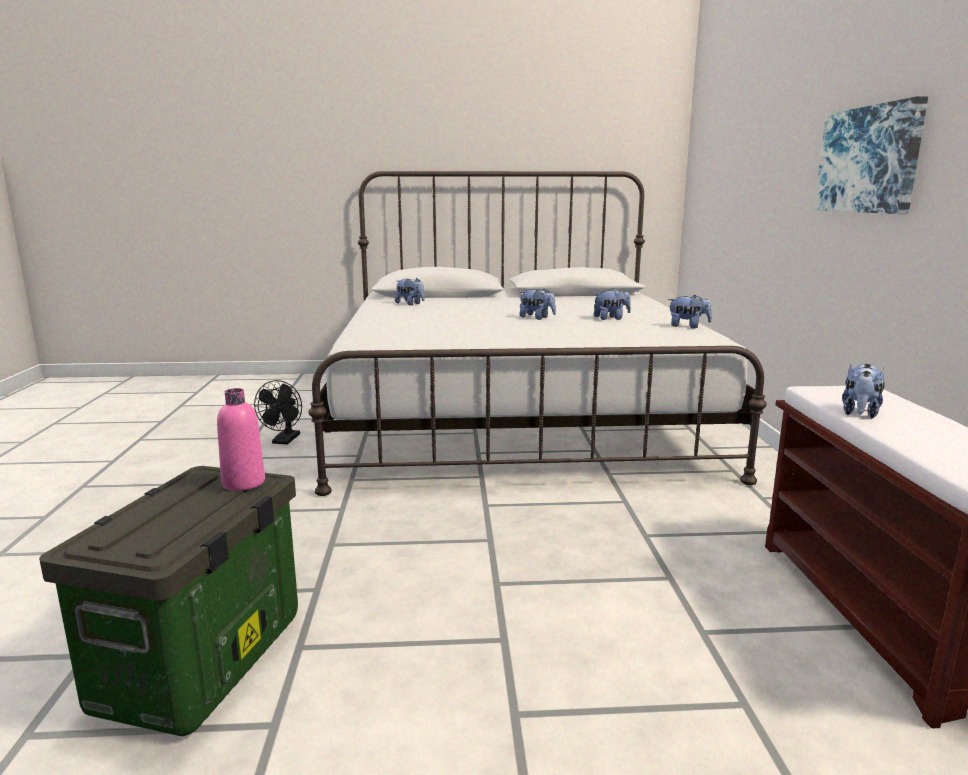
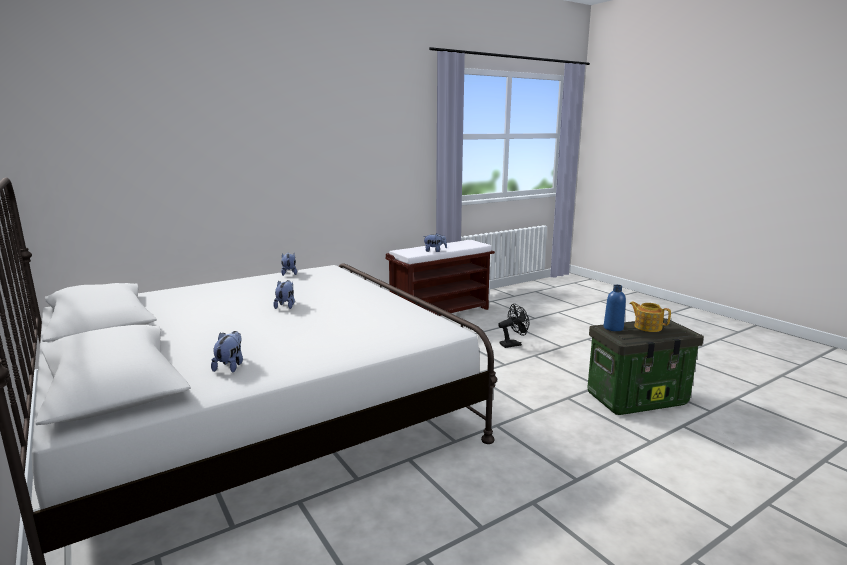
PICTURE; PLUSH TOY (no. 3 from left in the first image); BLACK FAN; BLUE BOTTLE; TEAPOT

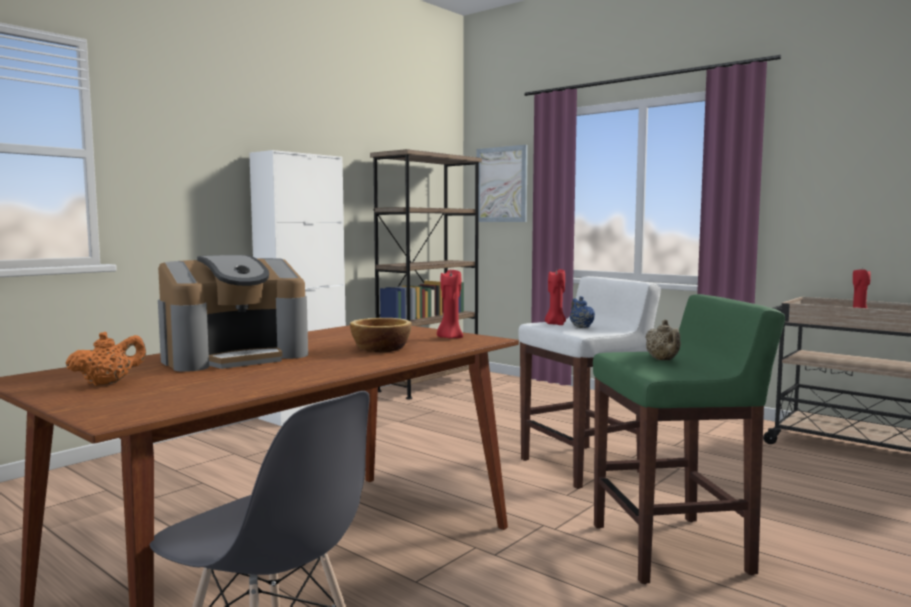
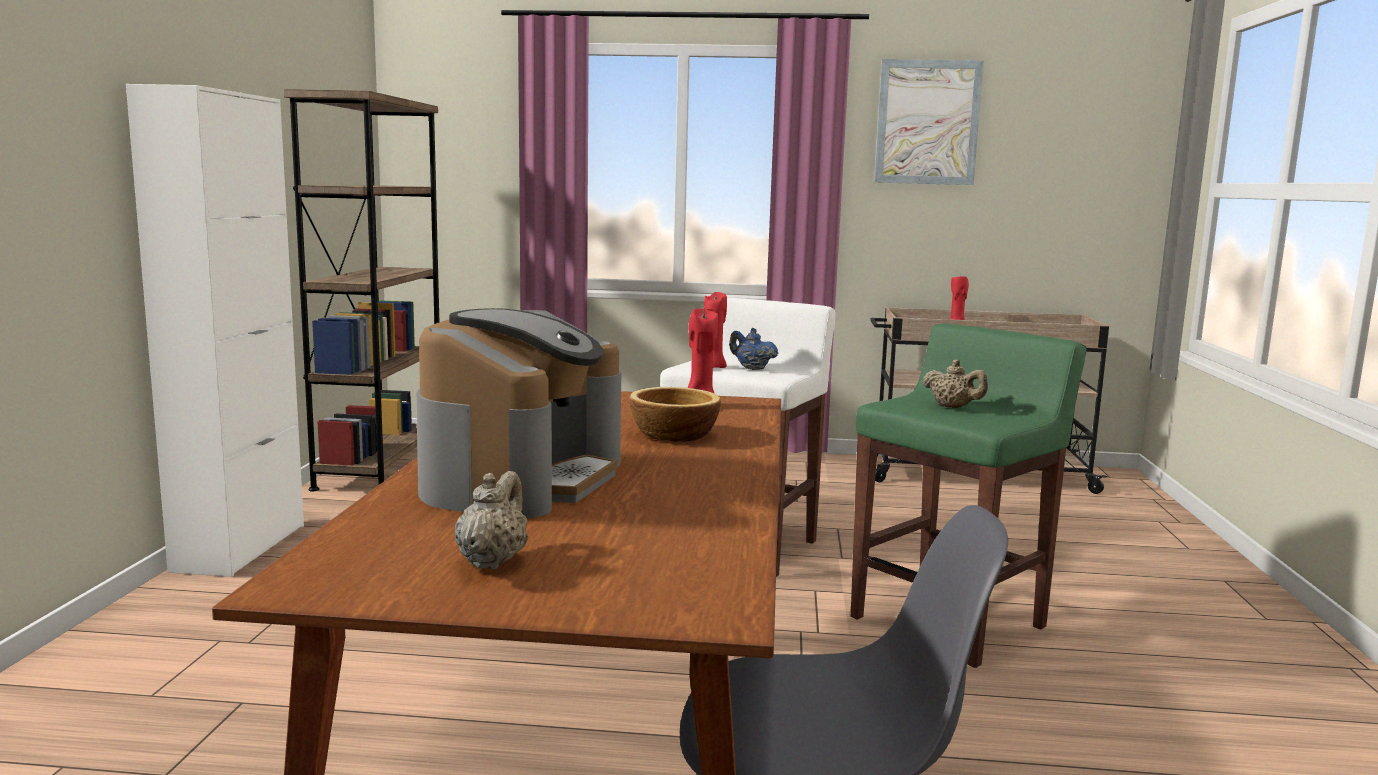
PICTURE; BEIGE TEAPOT (no. 1 from left)

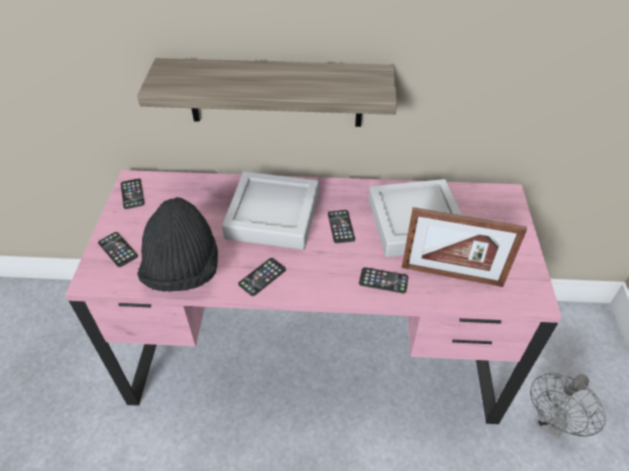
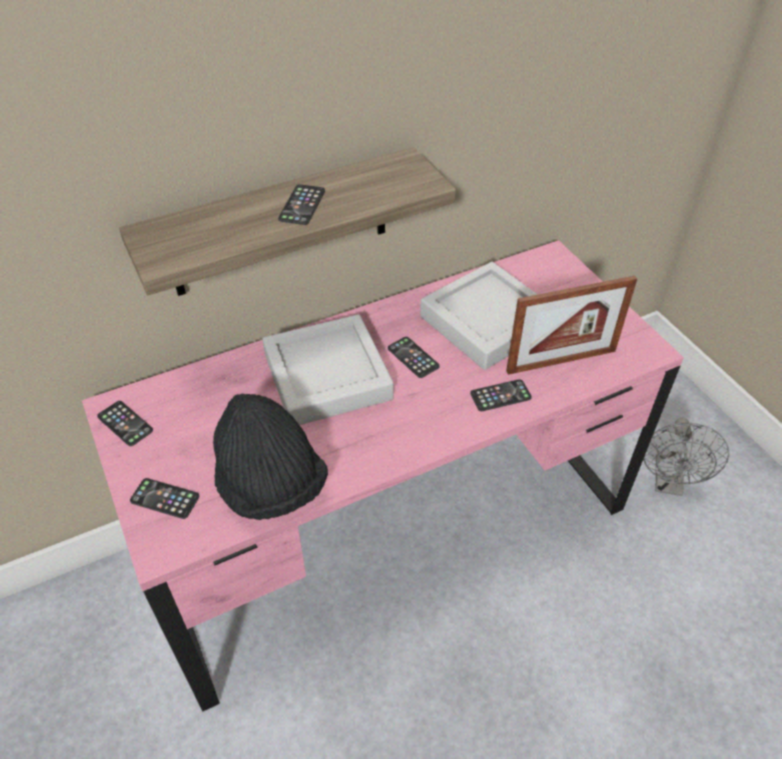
PHONE (no. 3 from left)

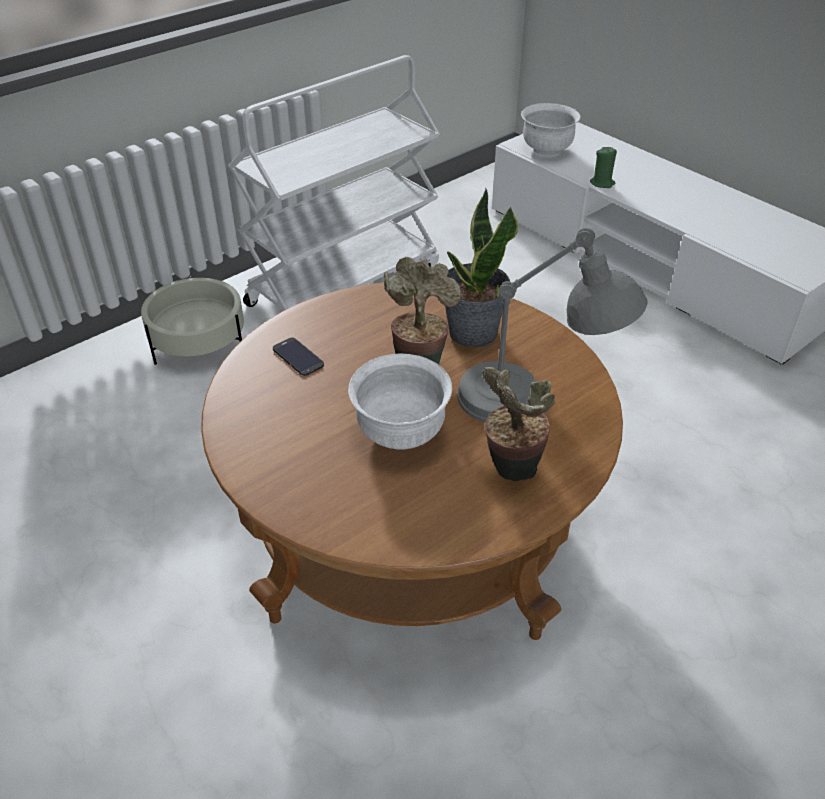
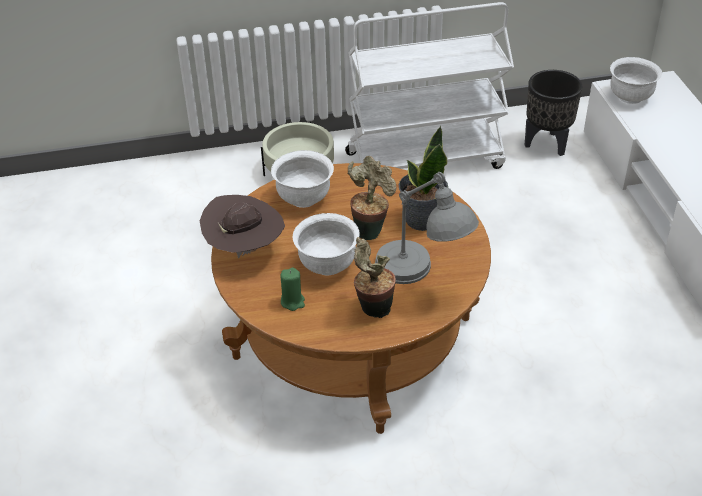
GREEN CANDLE; WHITE BOWL (no. 1 from left); BLACK PLANTER; BROWN HAT

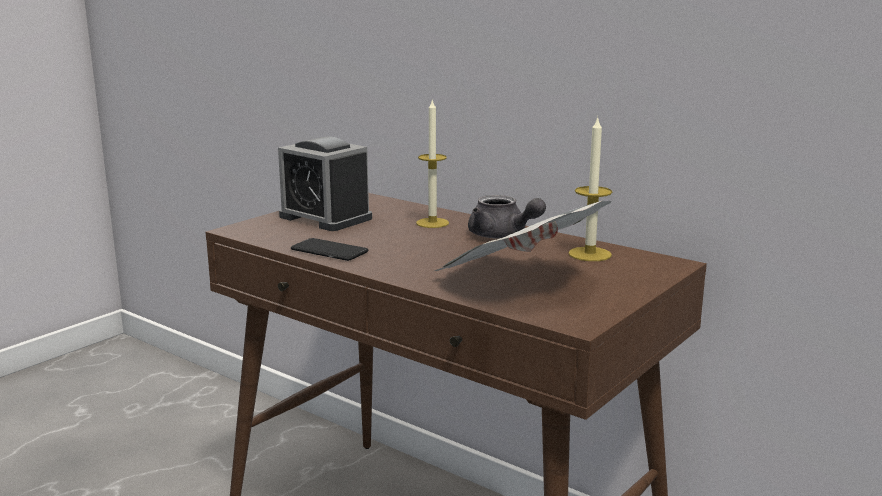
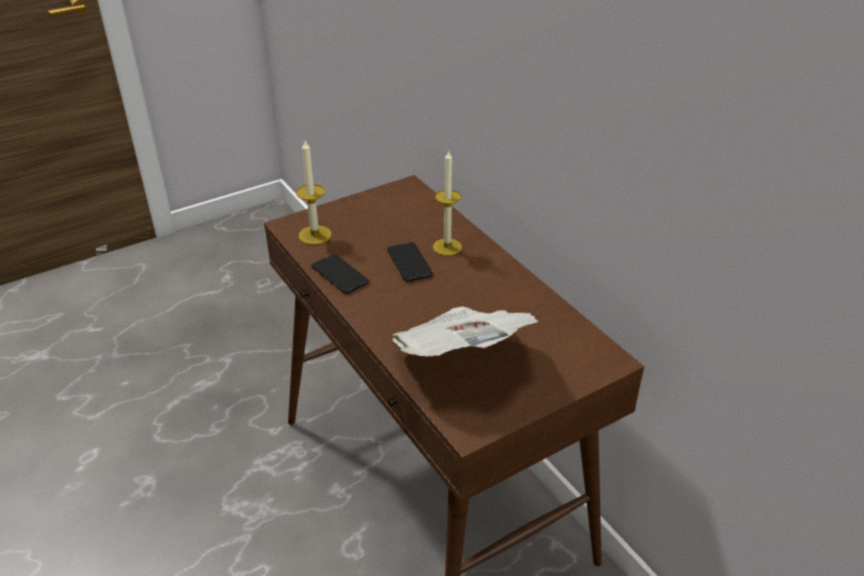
CANDLE (no. 1 from left); ALARM CLOCK; GREY TEAPOT; PHONE (no. 2 from left)

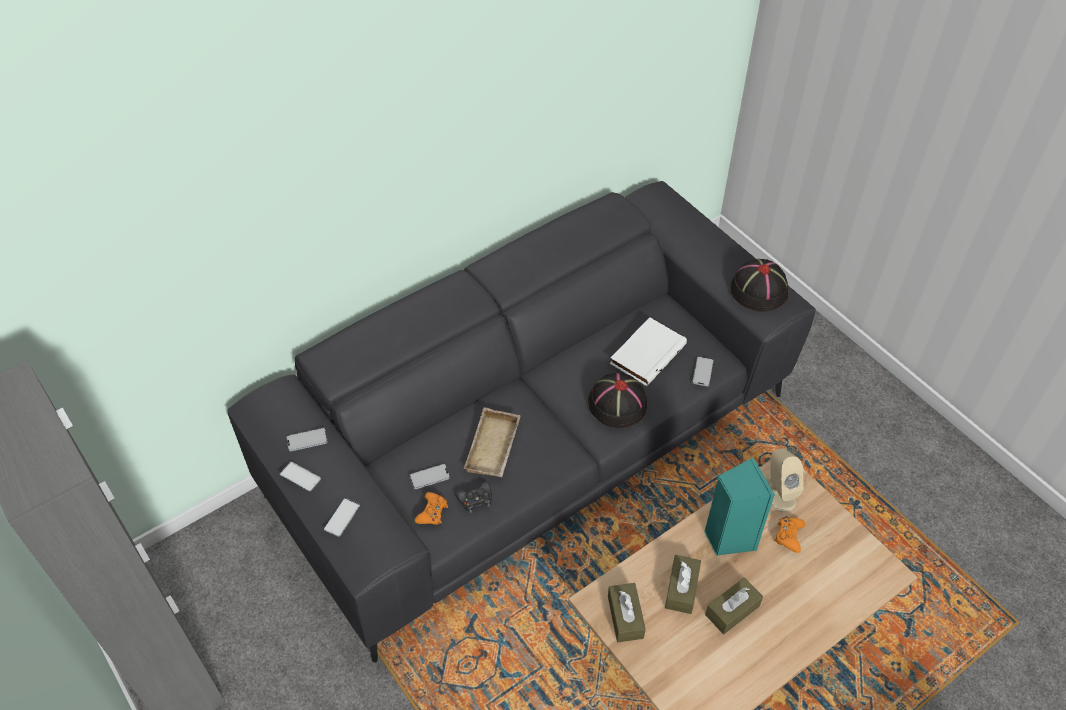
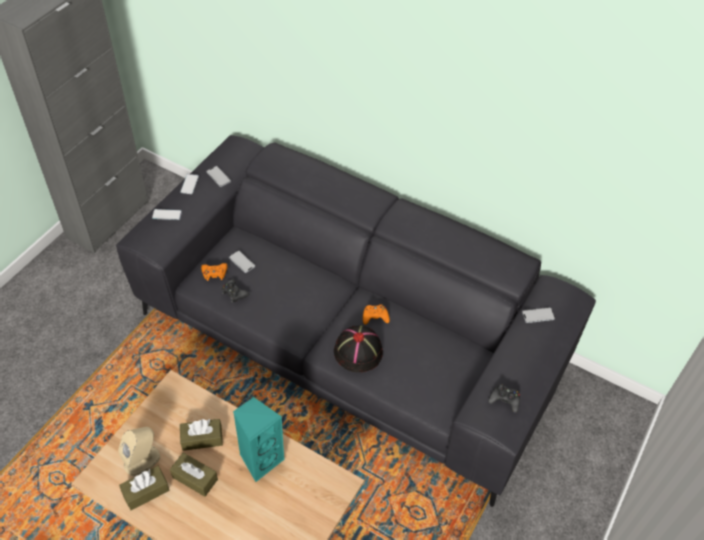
BLACK GAME CONTROLLER (no. 2 from left); WHITE BOOK; PHONE (no. 5 from left); BEIGE TRAY; BEIGE SPEAKER; ORANGE GAME CONTROLLER (no. 2 from left); BROWN TISSUE BOX (no. 1 from left)

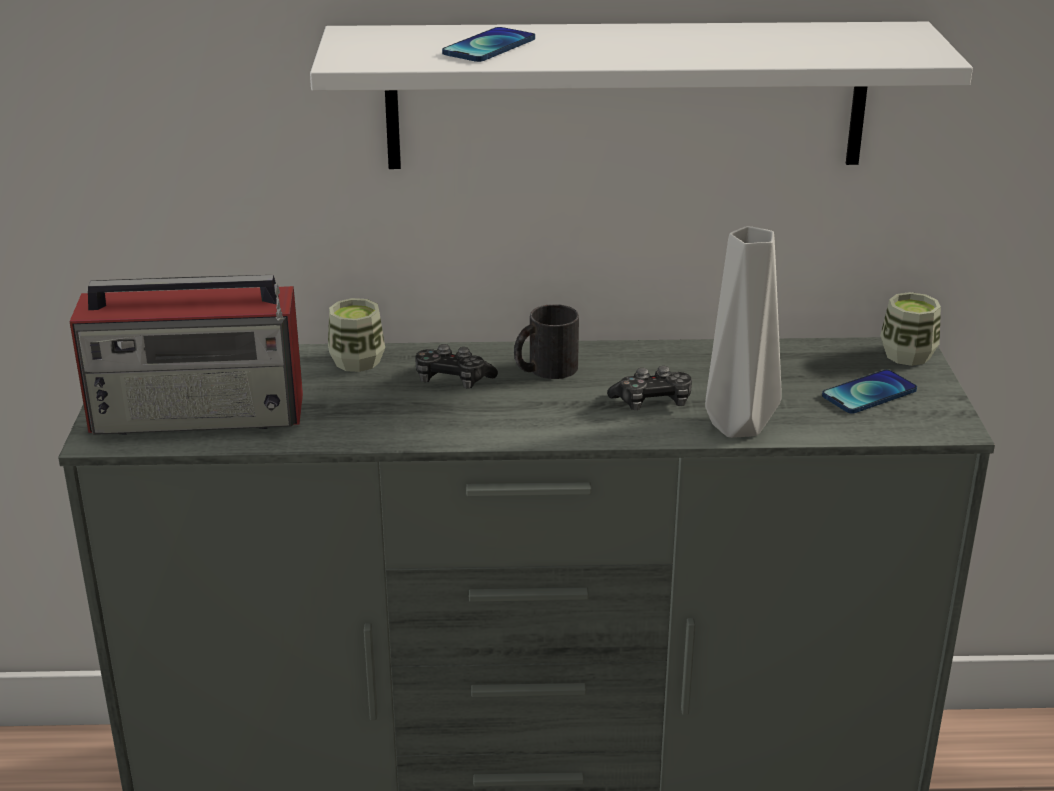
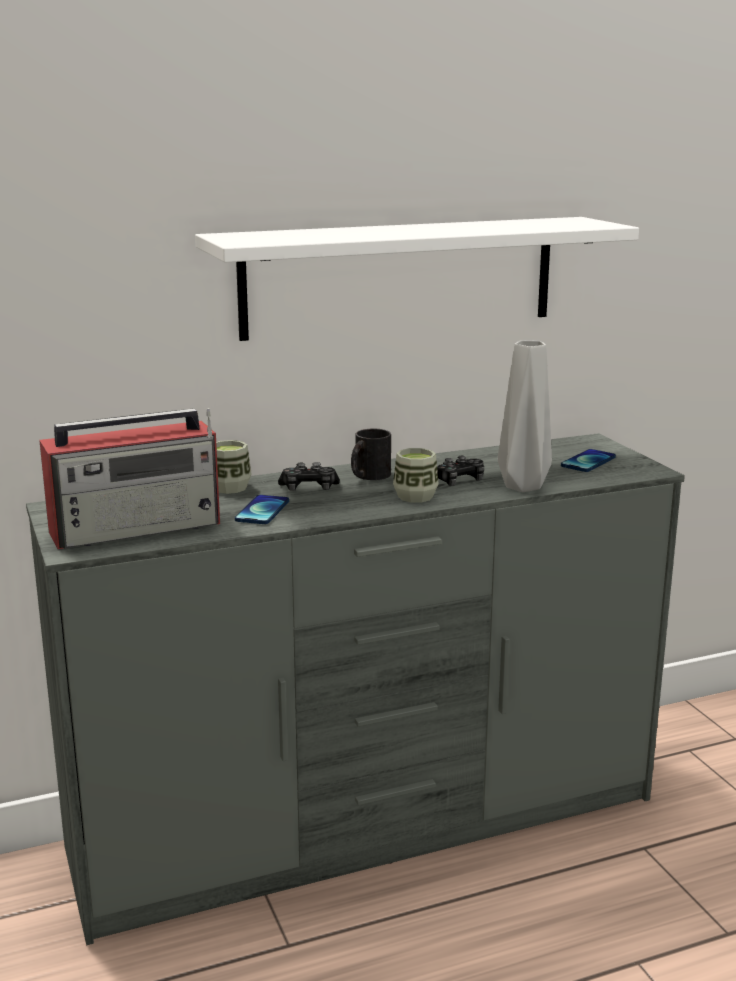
PHONE (no. 1 from left); CUP (no. 2 from left)

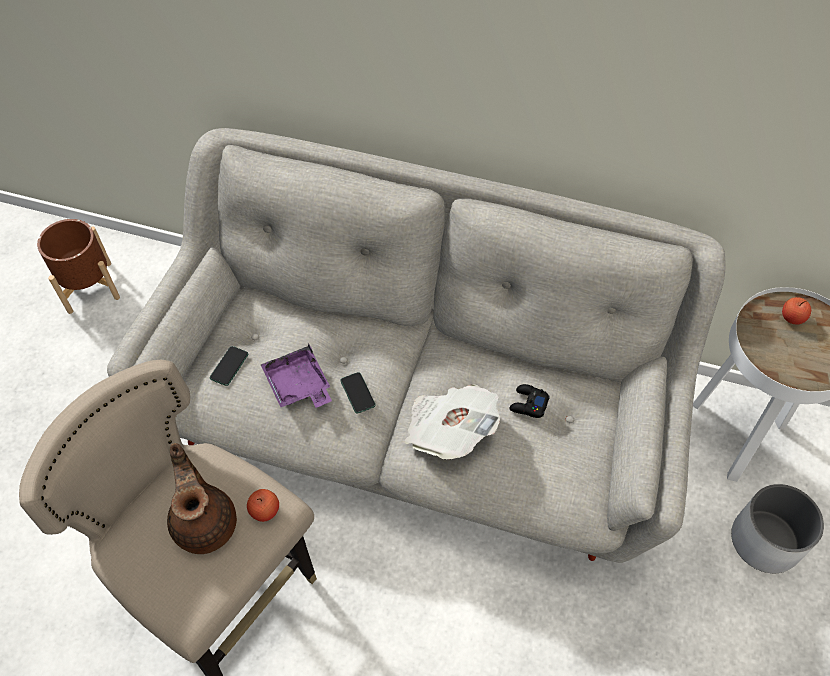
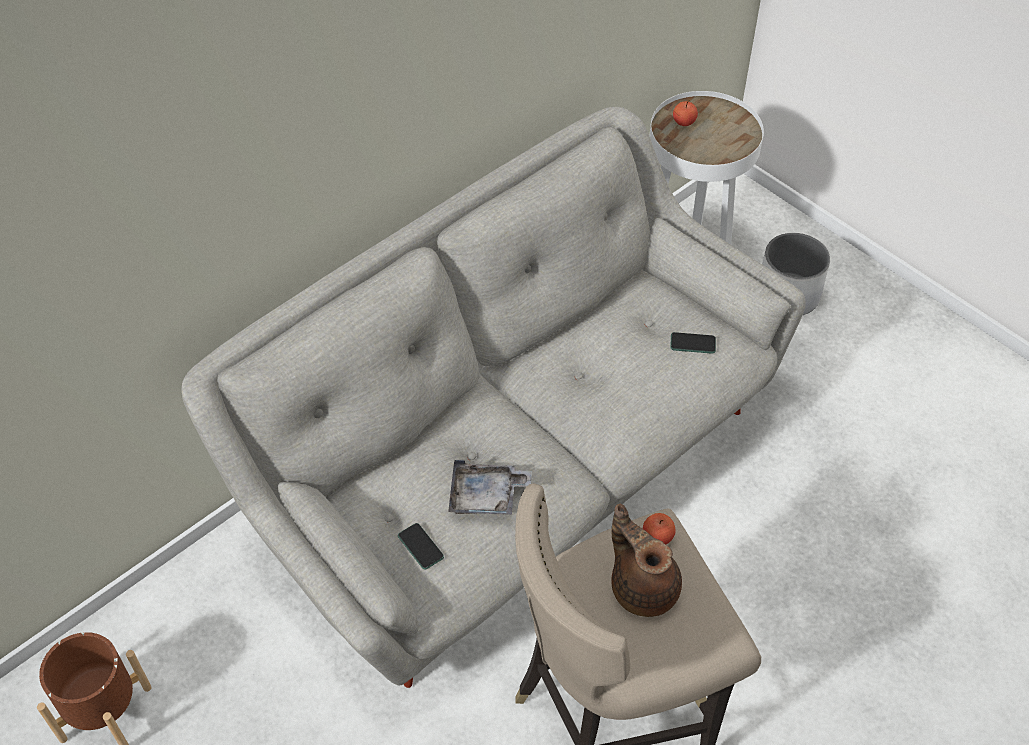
GREY TRAY; PHONE (no. 2 from left); NEWSPAPER; BLACK GAME CONTROLLER; BROWN TEAPOT

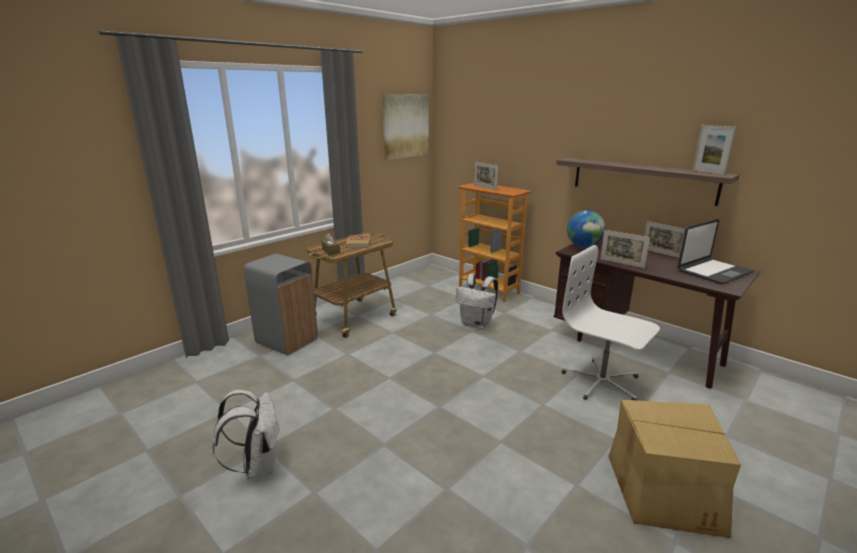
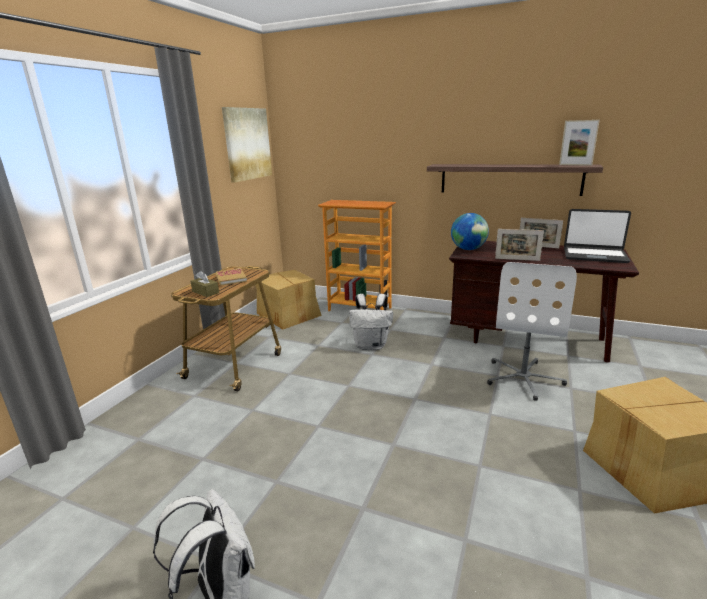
PICTURE FRAME (no. 1 from left in the first image); LAPTOP; WHITE OFFICE CHAIR; GREY TRASH CAN; CARDBOARD BOX (no. 1 from left)

